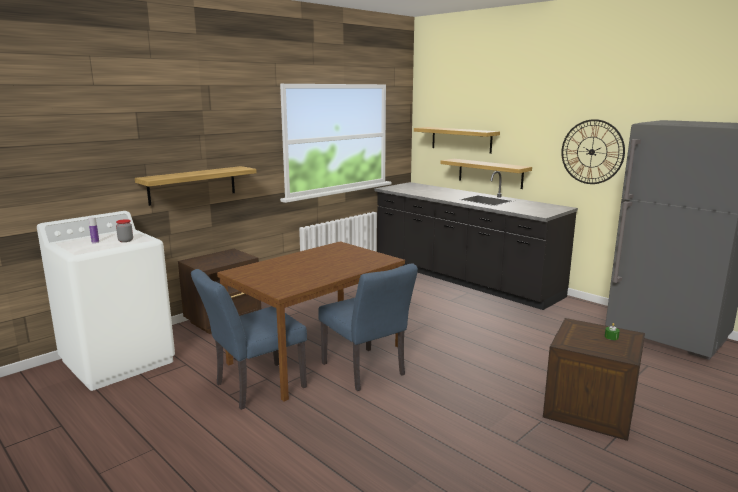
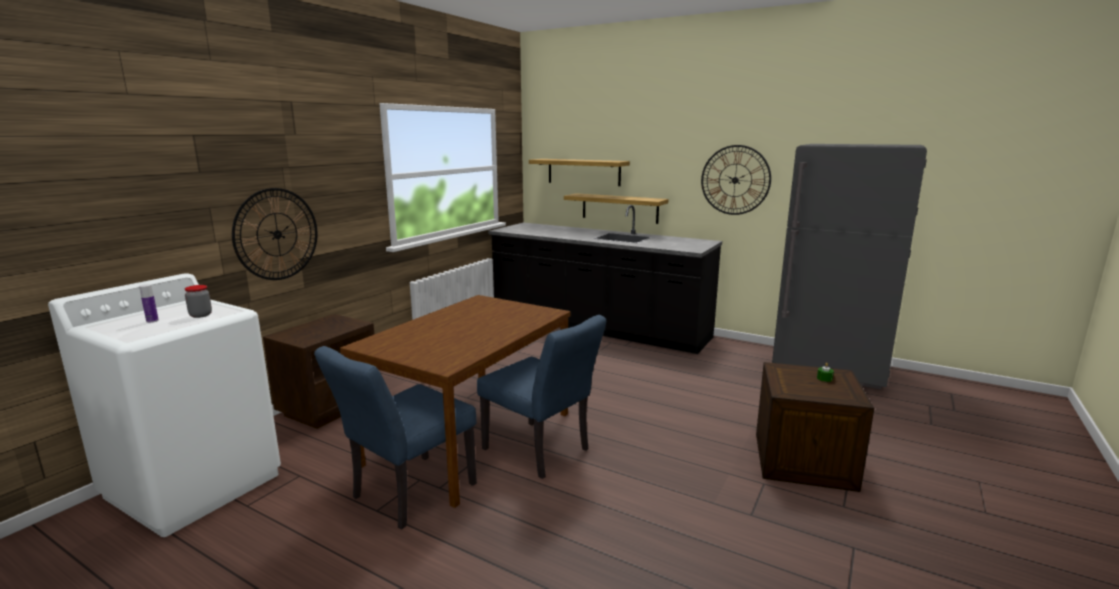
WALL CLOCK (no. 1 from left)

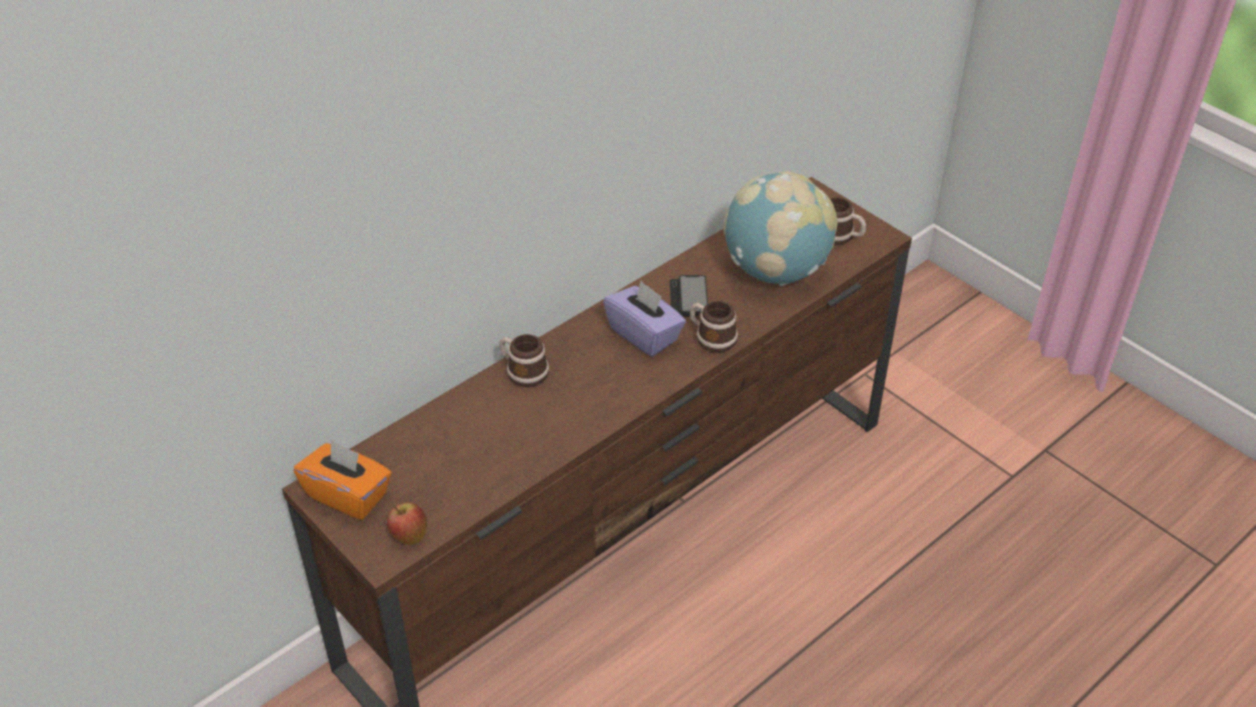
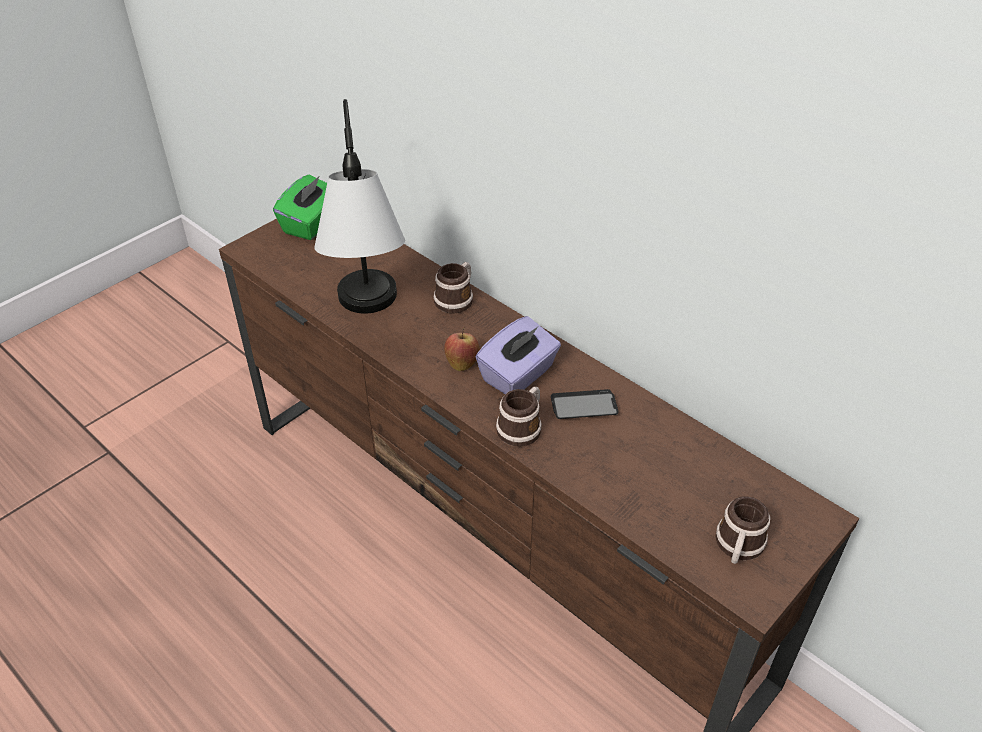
GLOBE; GREEN TISSUE BOX; APPLE; TABLE LAMP

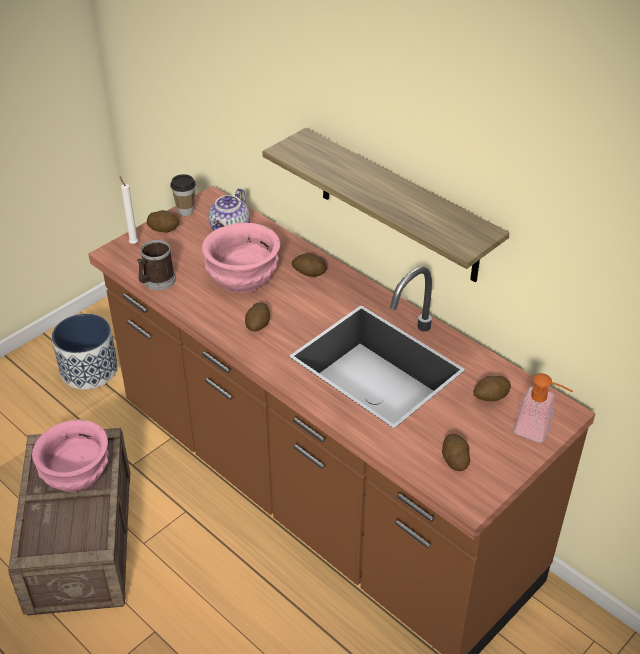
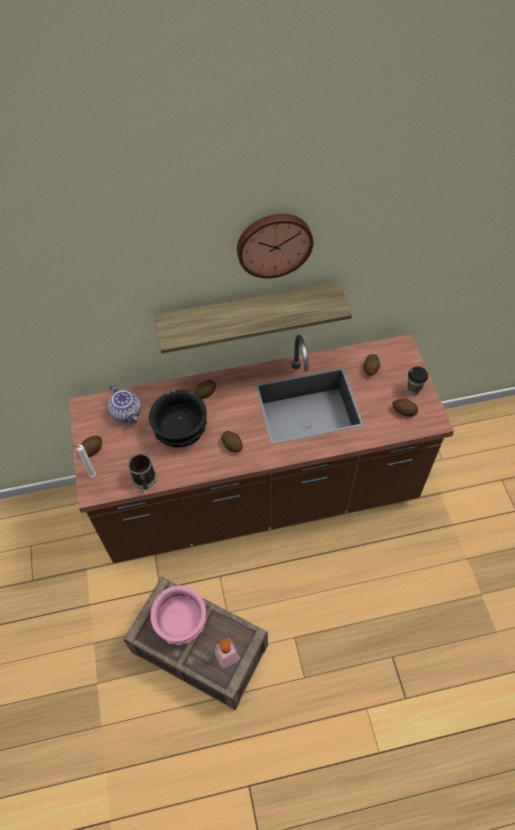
CUP; BLACK BOWL; PLANTER; SOAP DISPENSER; WALL CLOCK

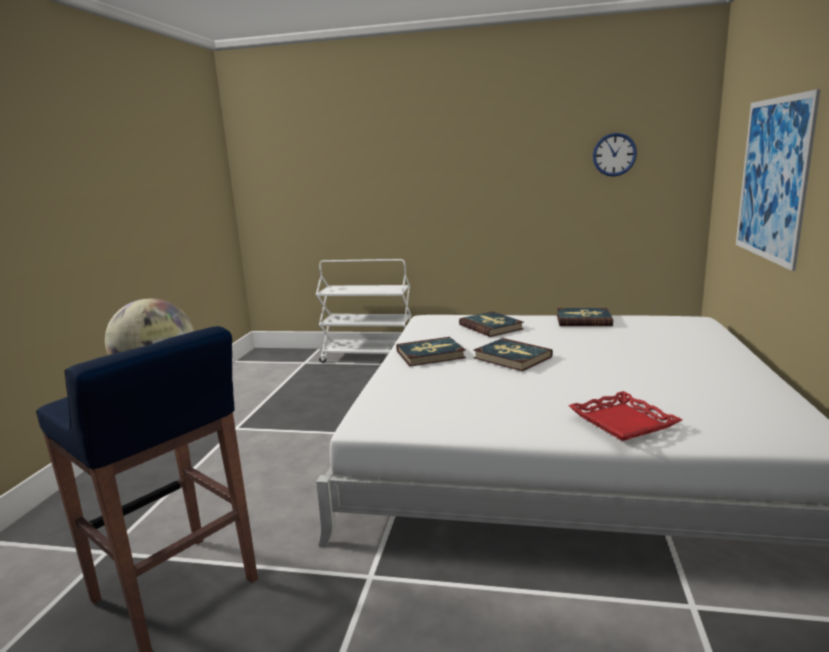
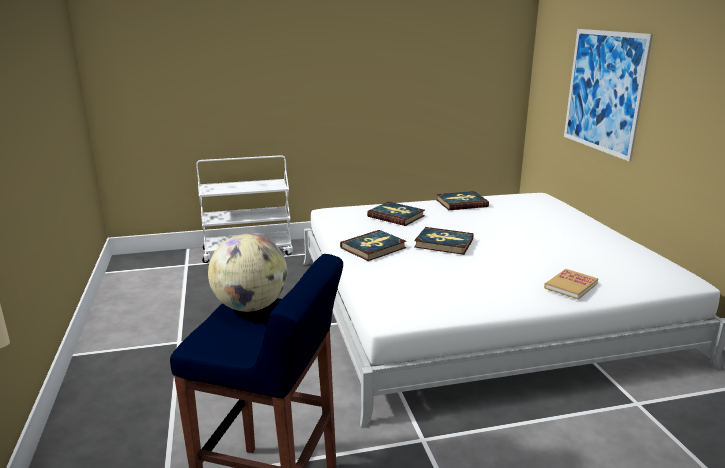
WALL CLOCK; BOOK (no. 5 from left)

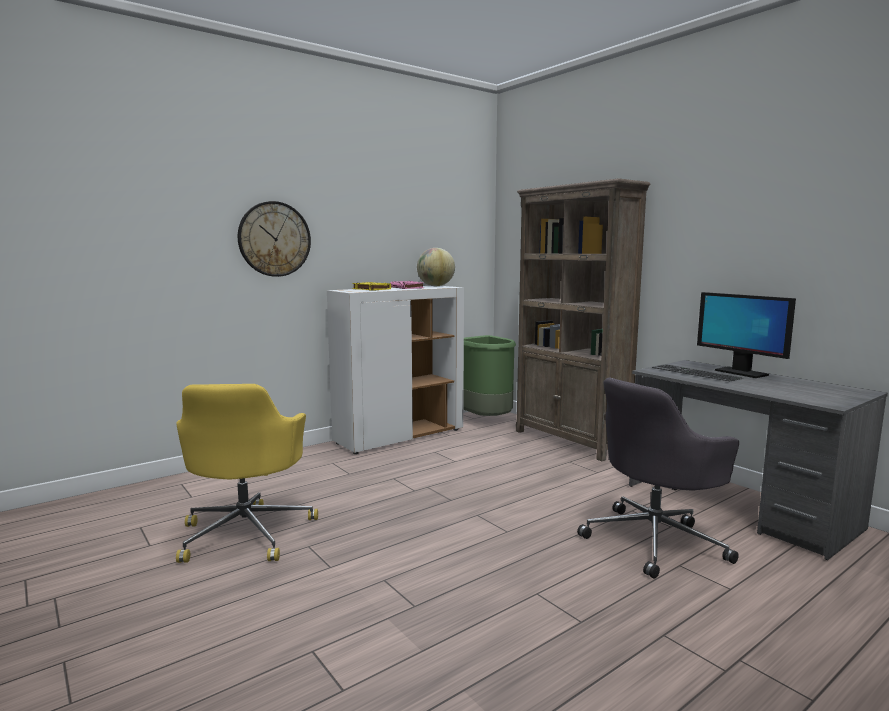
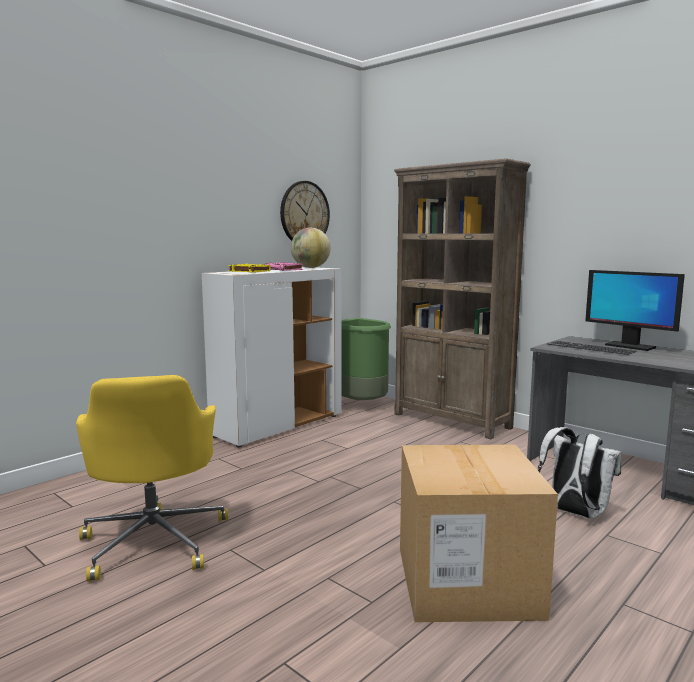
WALL CLOCK; WHITE BACKPACK; CARDBOARD BOX

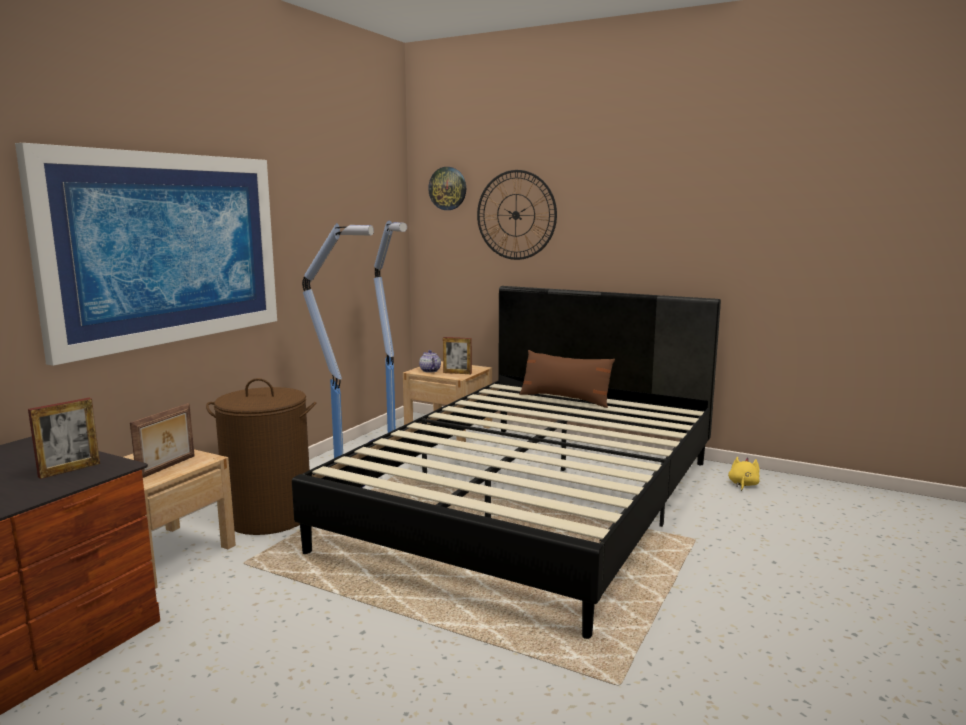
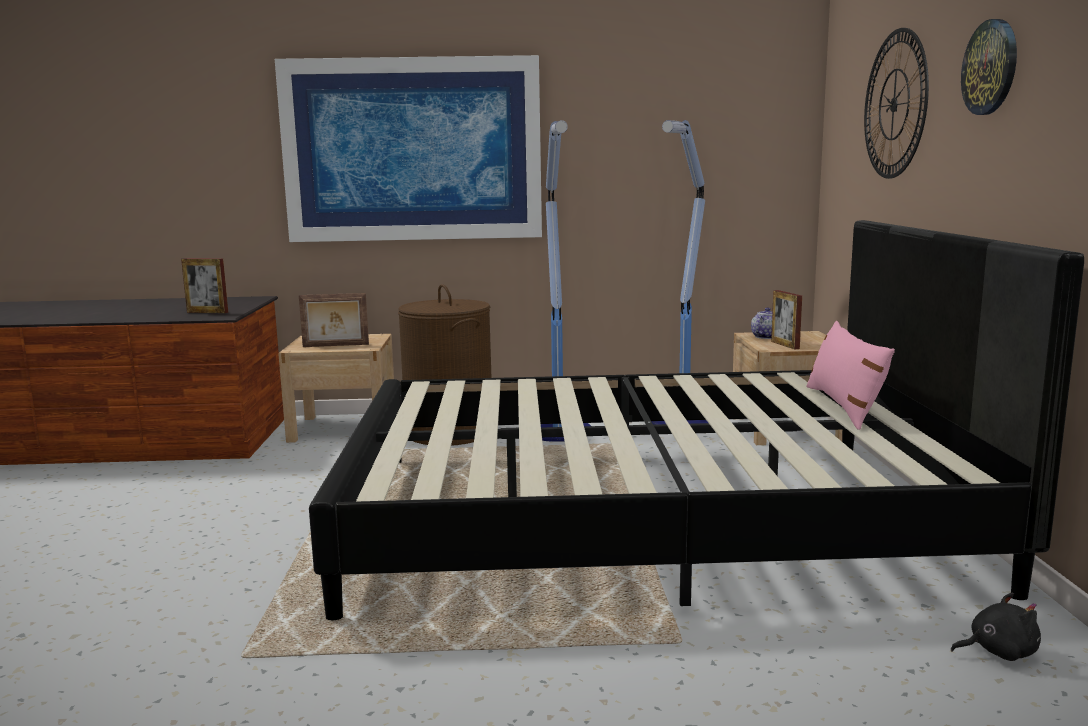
WALL CLOCK (no. 2 from left); PINK PILLOW; BLACK PLUSH TOY

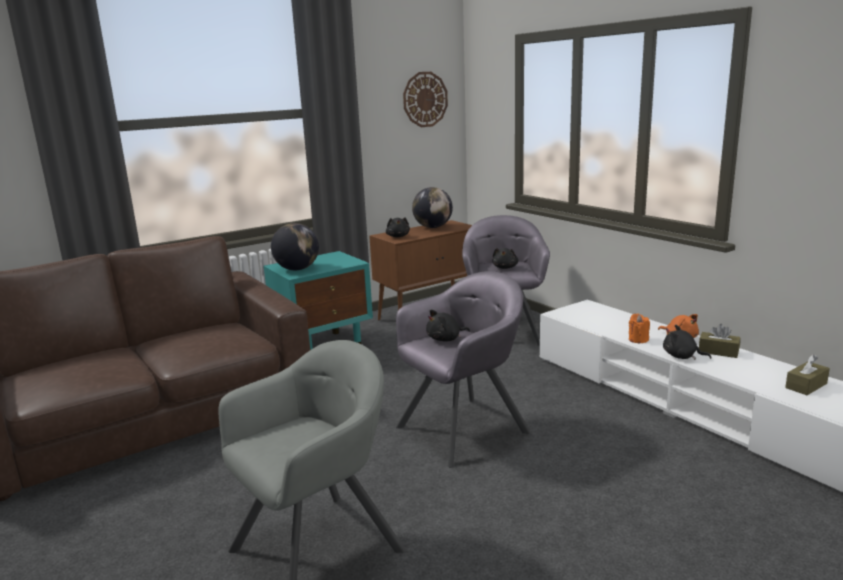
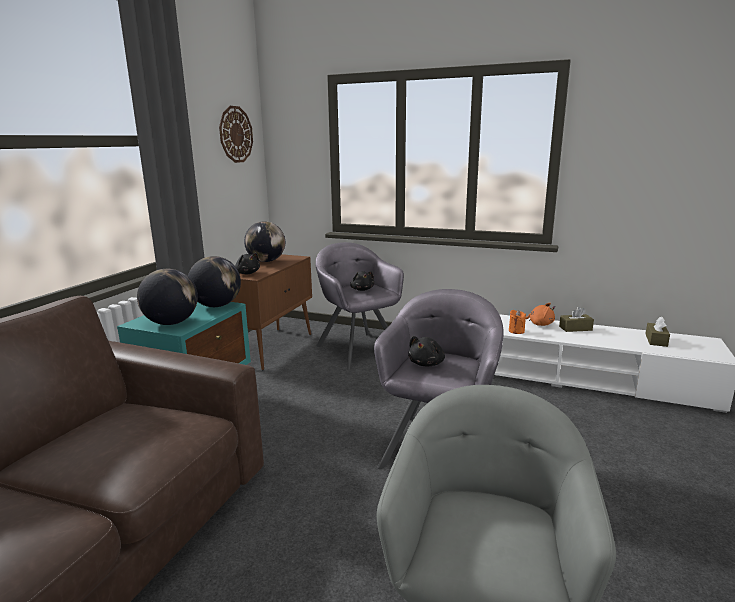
BLACK PLUSH TOY (no. 4 from left in the first image); GLOBE (no. 2 from left)

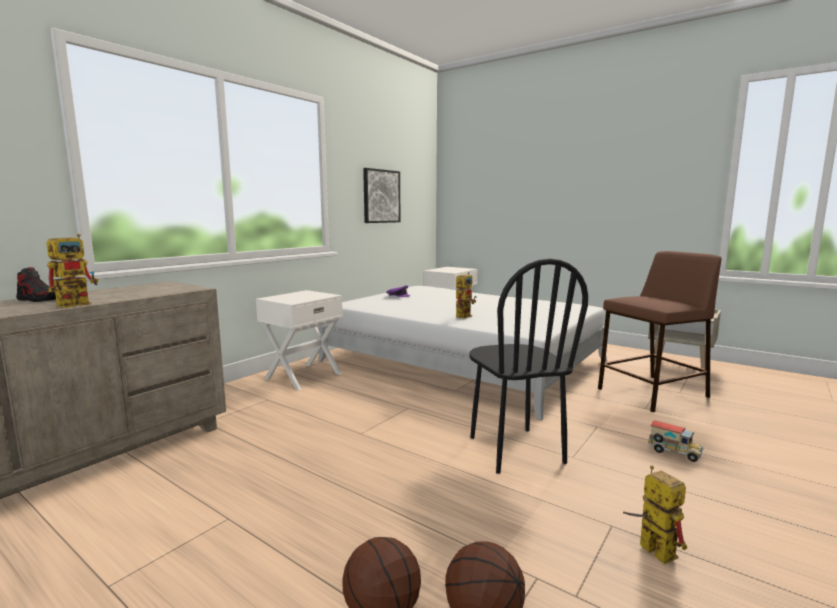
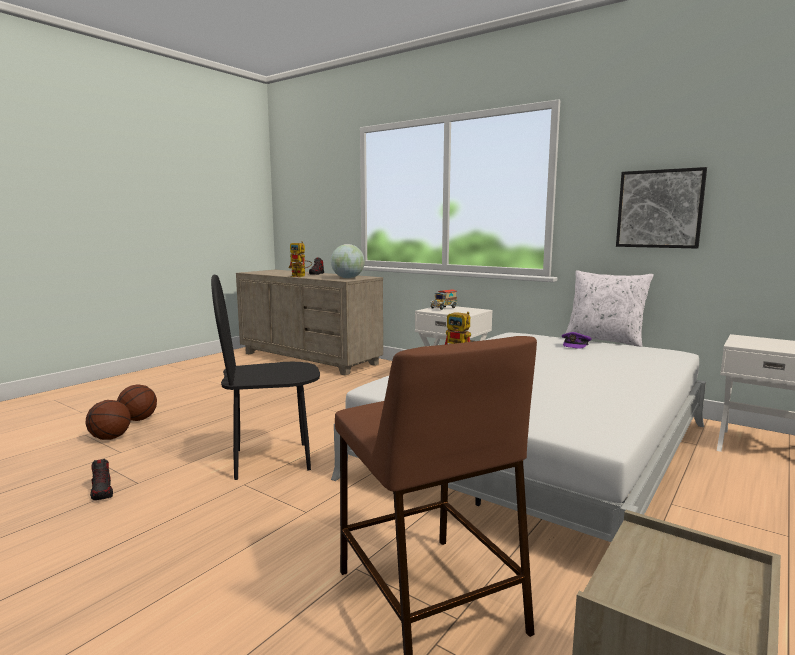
TOY TRUCK; SHOE (no. 1 from left); GLOBE; WHITE PILLOW

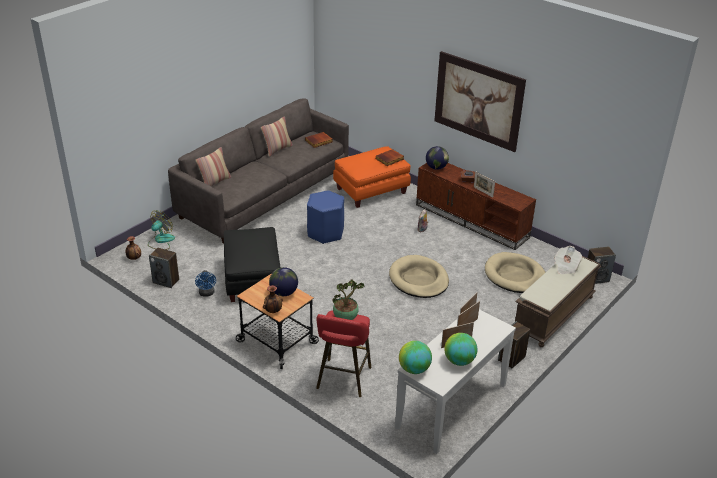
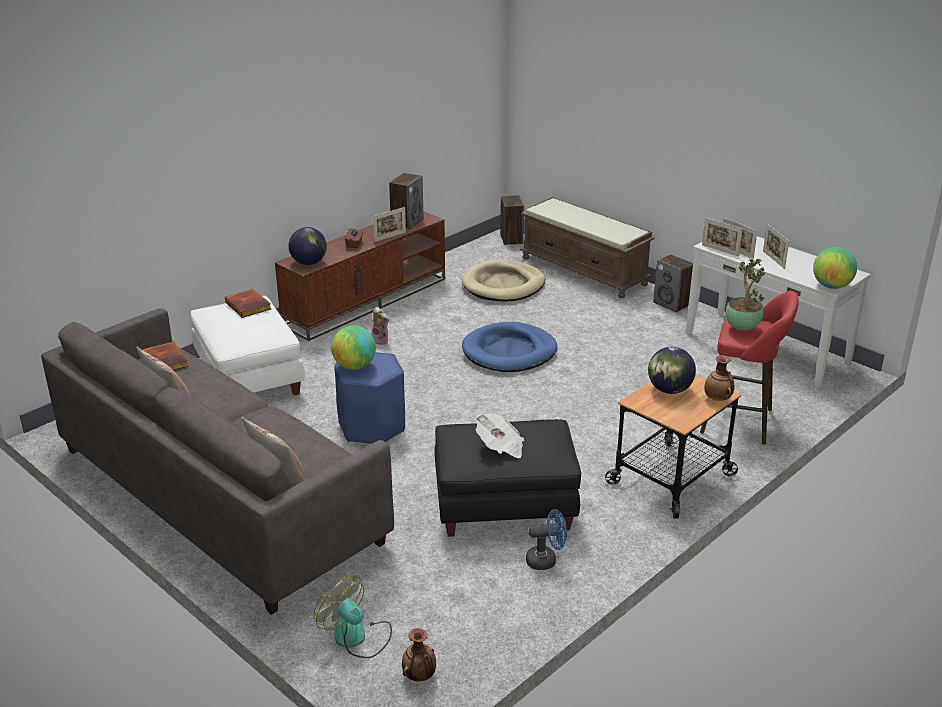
PICTURE; WHITE OTTOMAN; NEWSPAPER; SPEAKER (no. 1 from left); BLUE DOG BED; GLOBE (no. 2 from left)

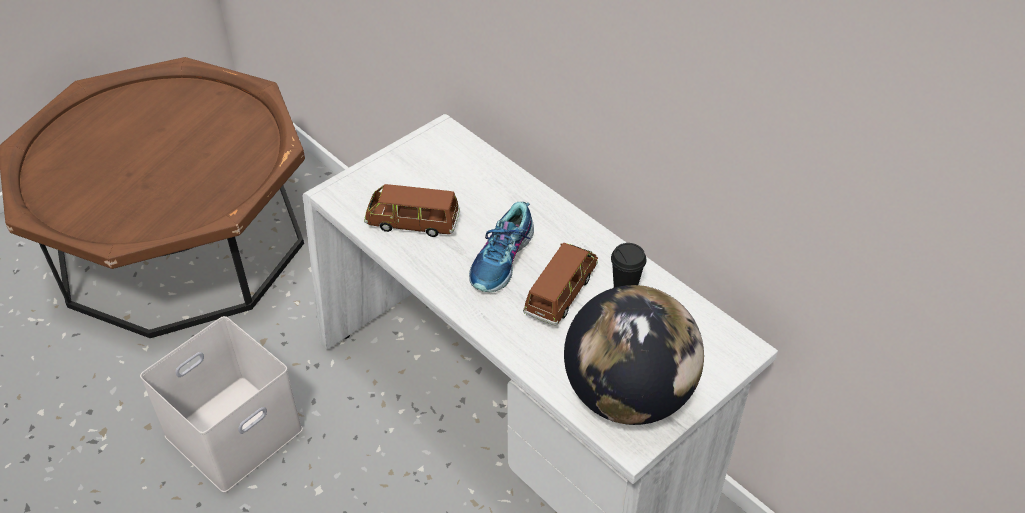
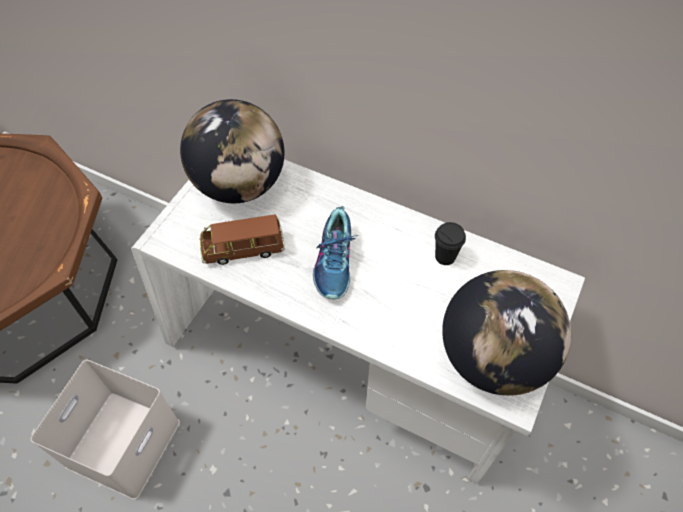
BROWN TOY CAR (no. 2 from left in the first image); GLOBE (no. 1 from left)

